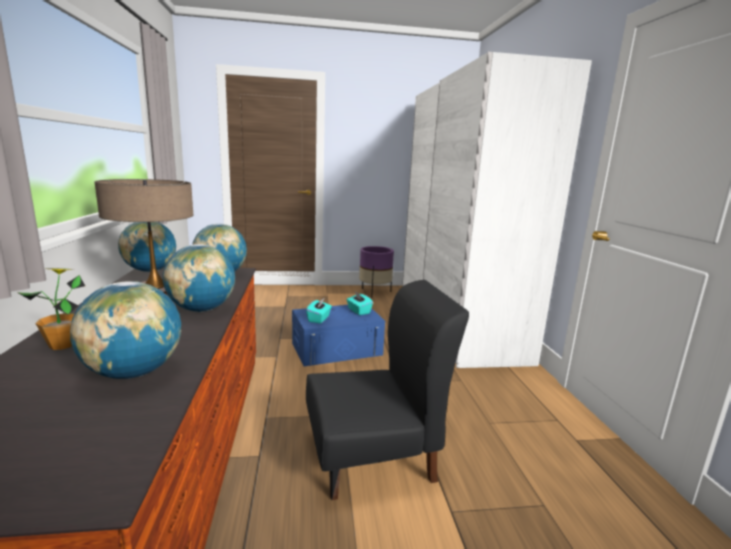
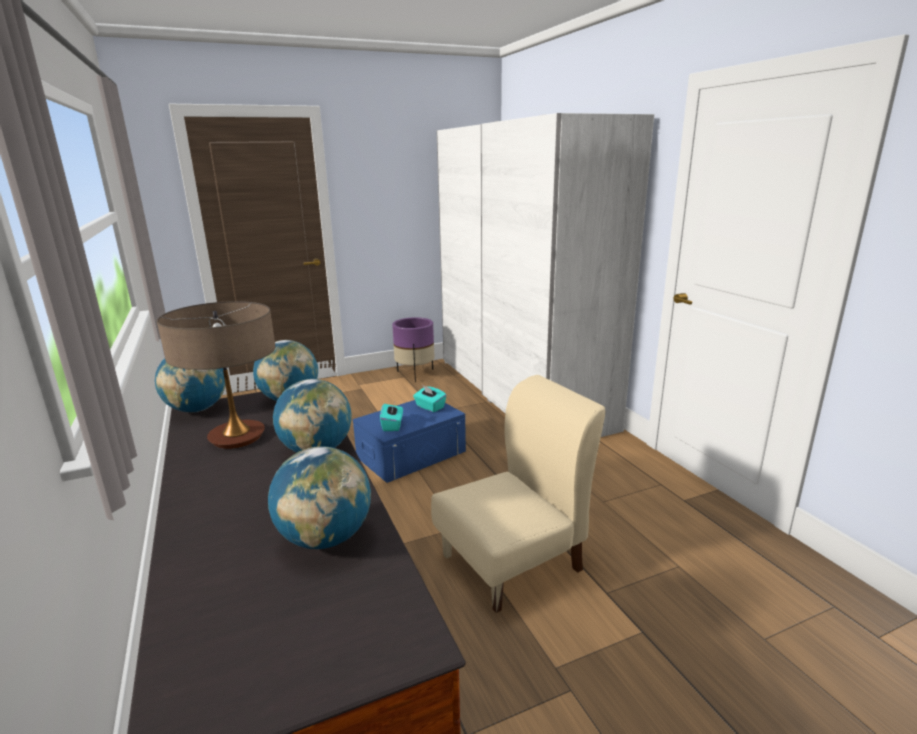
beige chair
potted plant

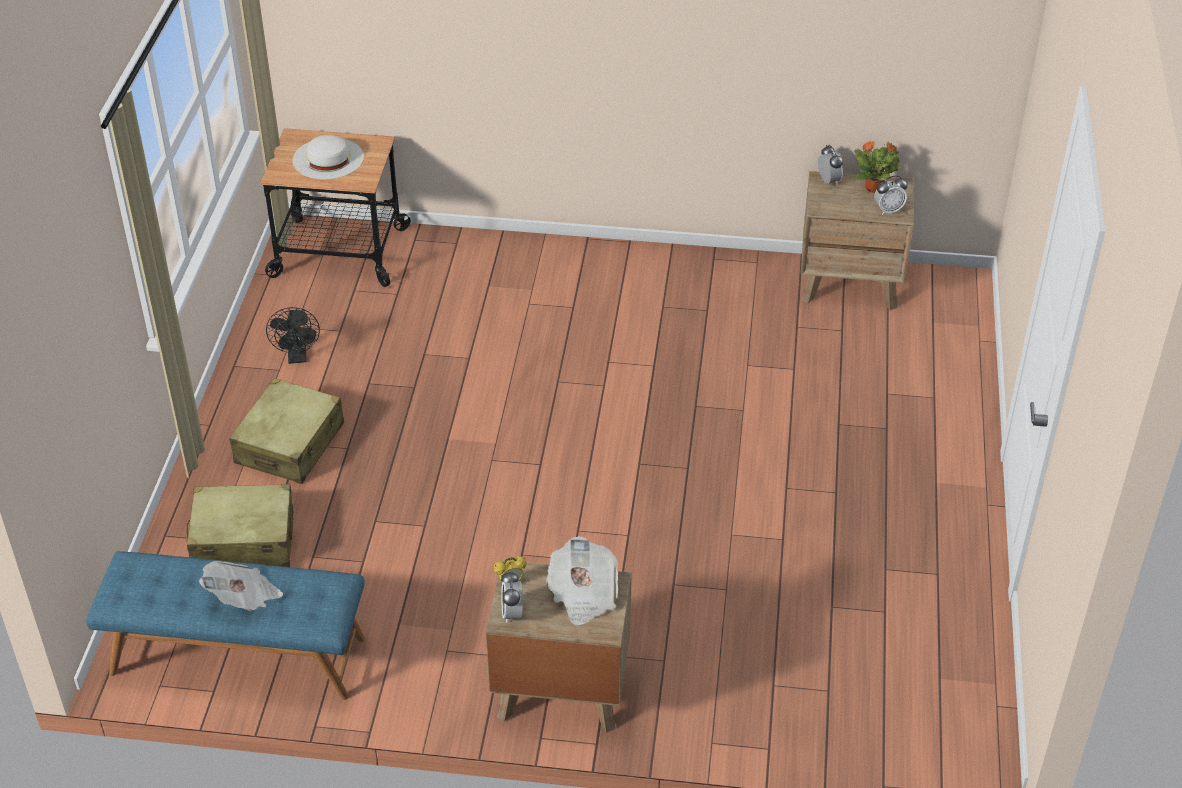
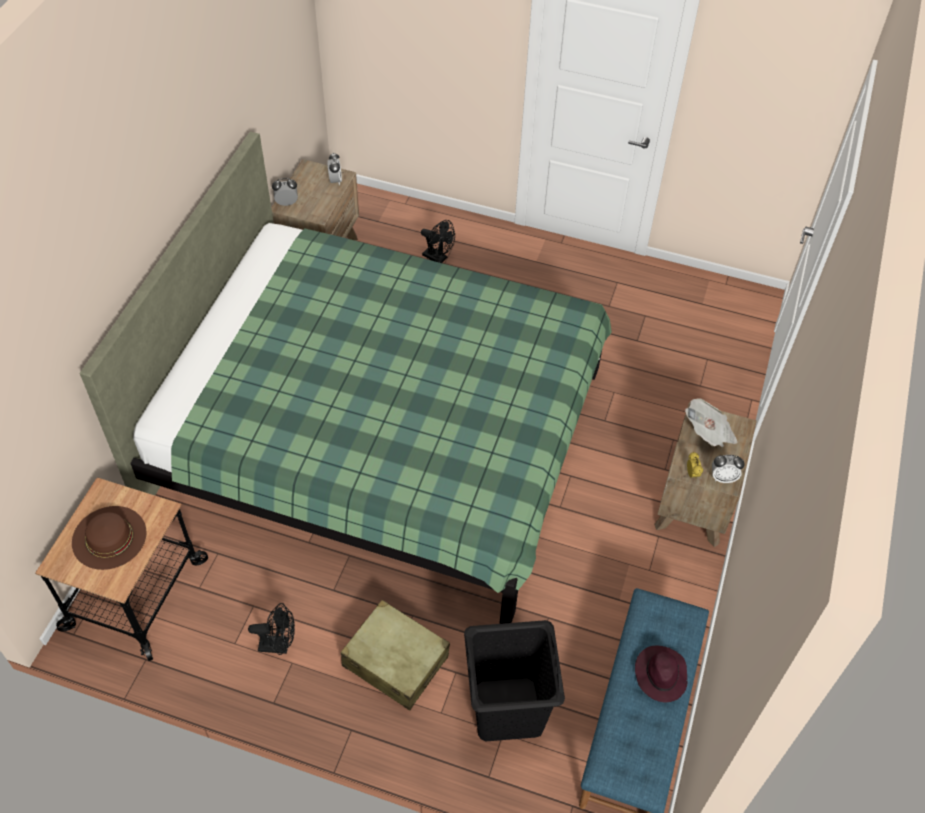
brown hat
green bed
black fan (no. 2 from left)
black laundry basket
purple hat
potted plant

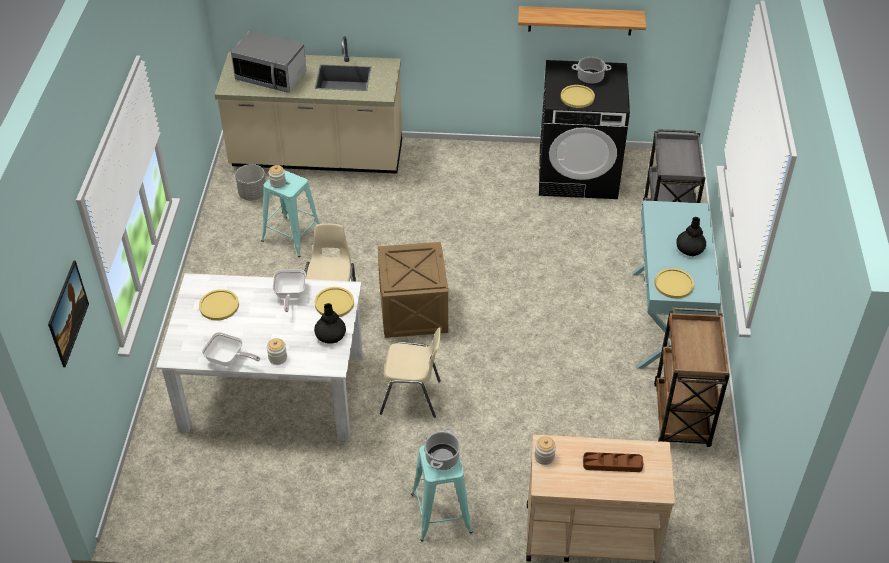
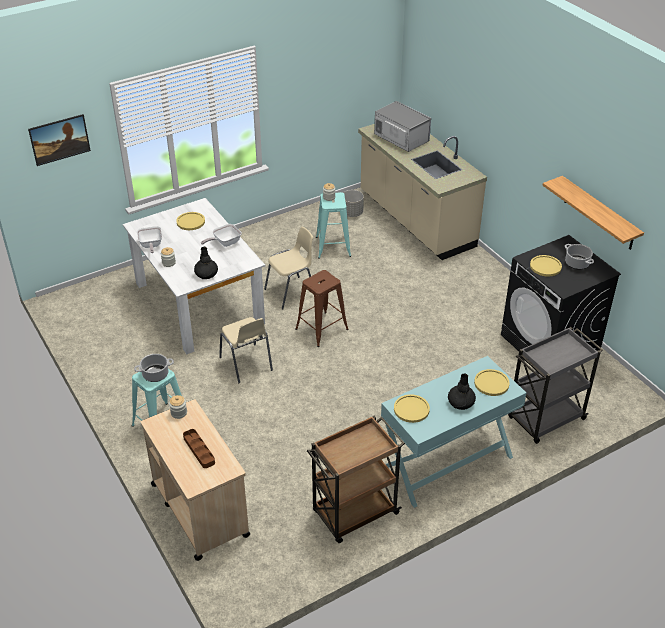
brown stool
microwave
yellow plate (no. 3 from left)

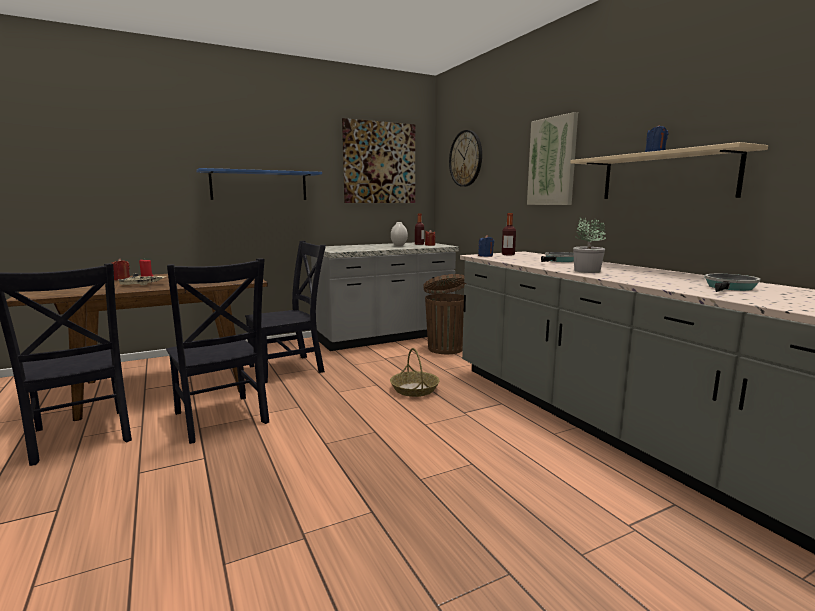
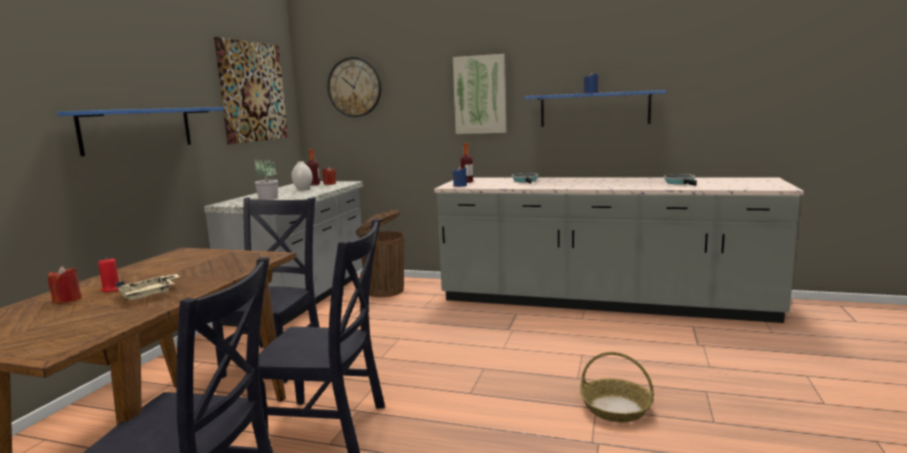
potted plant
blue shelf (no. 2 from left)
basket

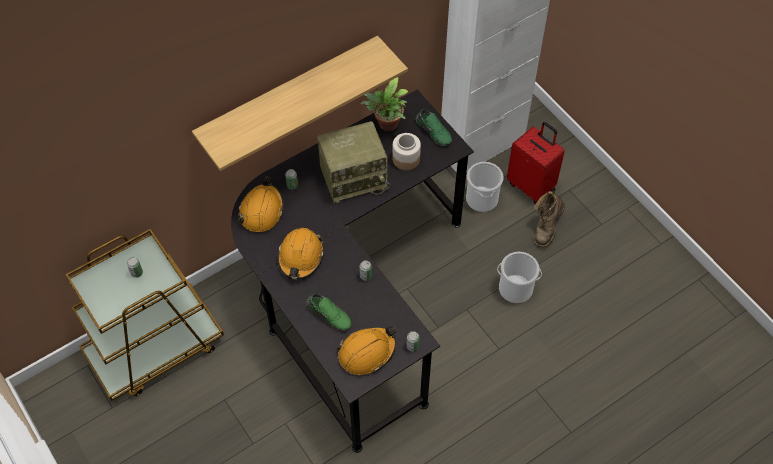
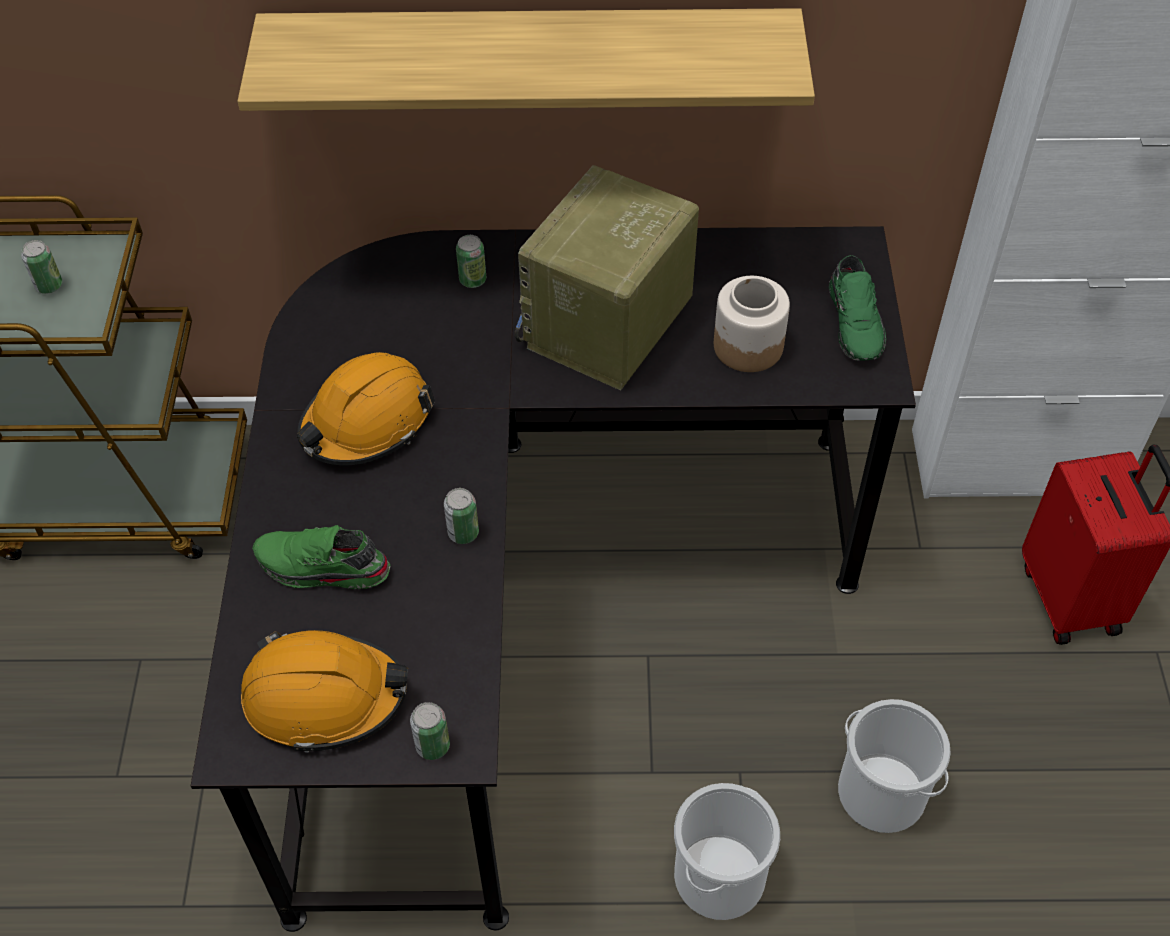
green shoe (no. 1 from left)
radio
bucket (no. 1 from left)
orange hard hat (no. 1 from left in the first image)
potted plant
brown boot

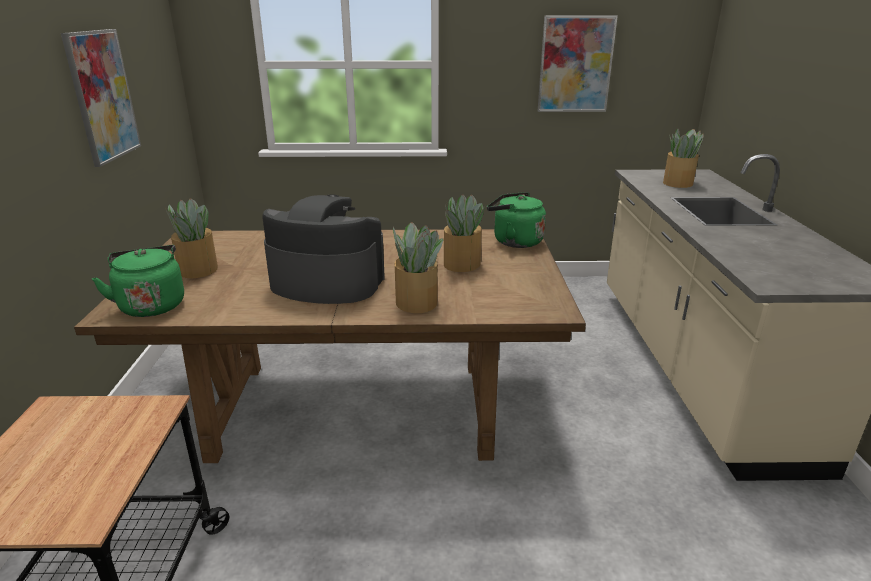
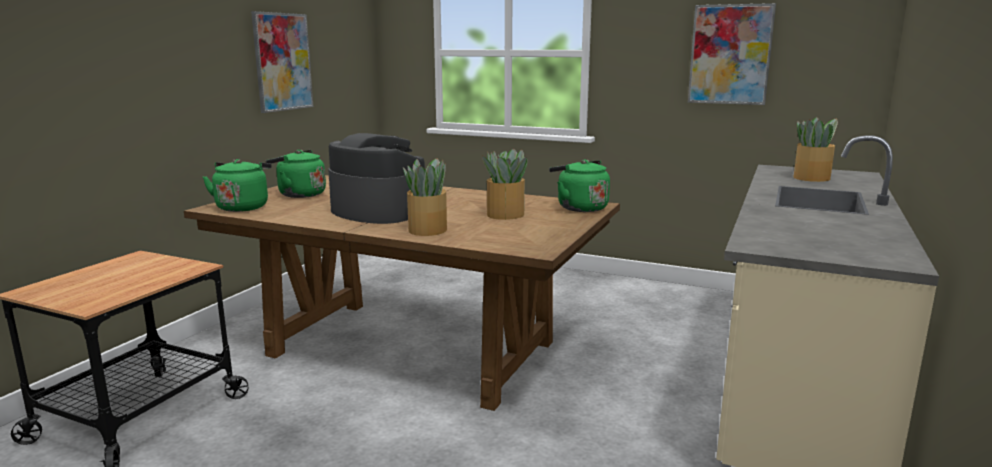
green kettle (no. 2 from left)

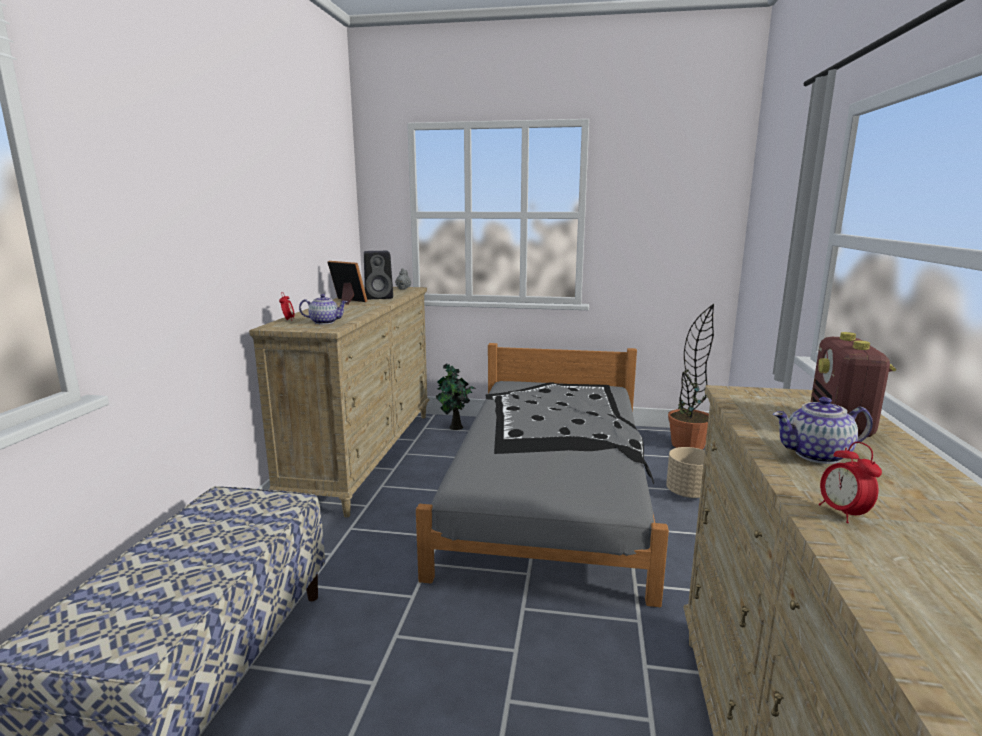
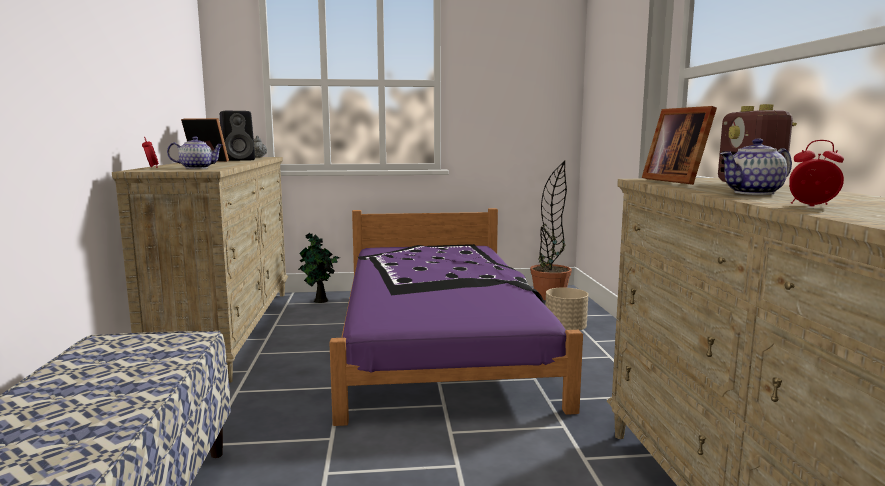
purple bed
picture frame (no. 2 from left)
alarm clock (no. 2 from left)

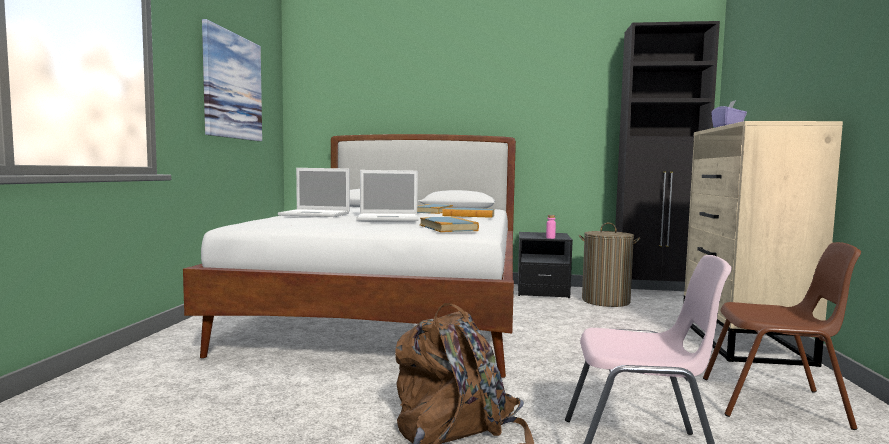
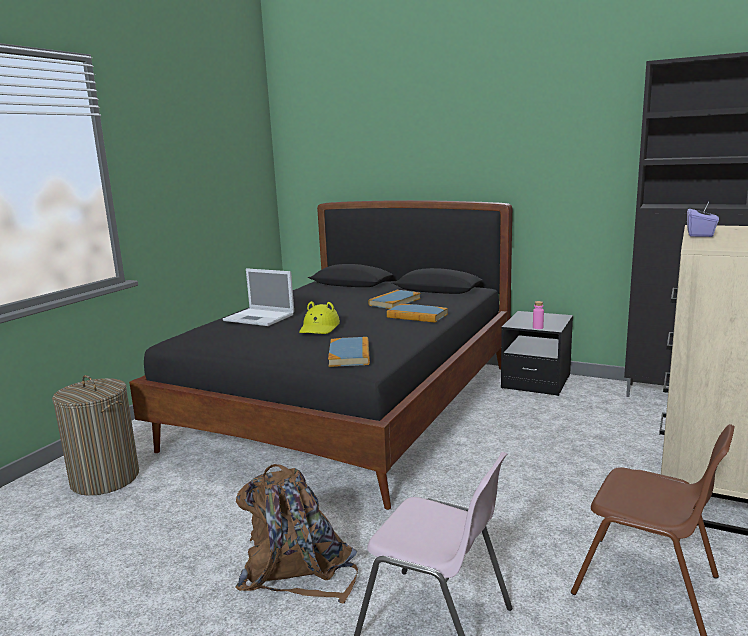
laundry basket
black bed
yellow hat
picture

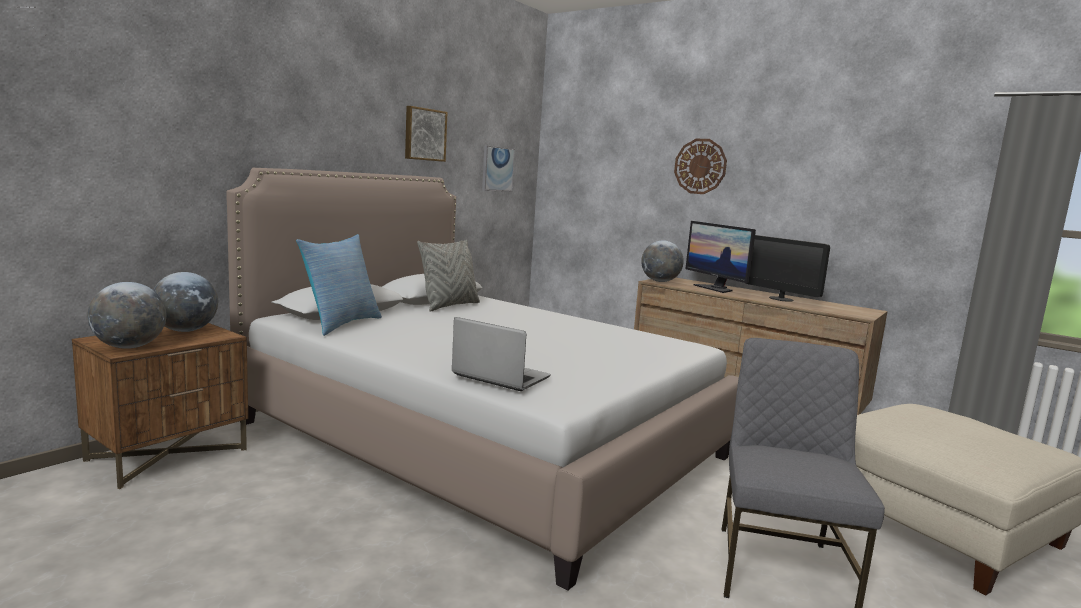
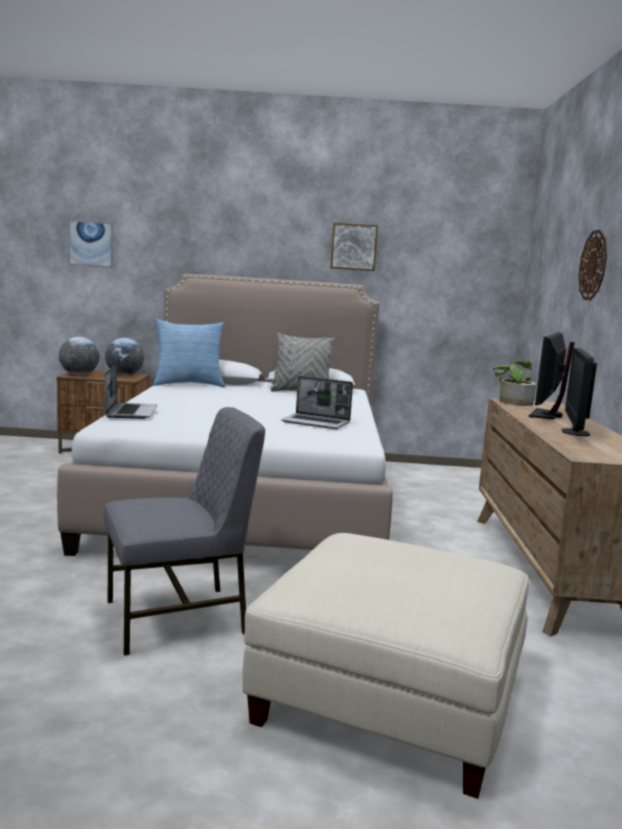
picture (no. 1 from left)
laptop (no. 2 from left)
potted plant

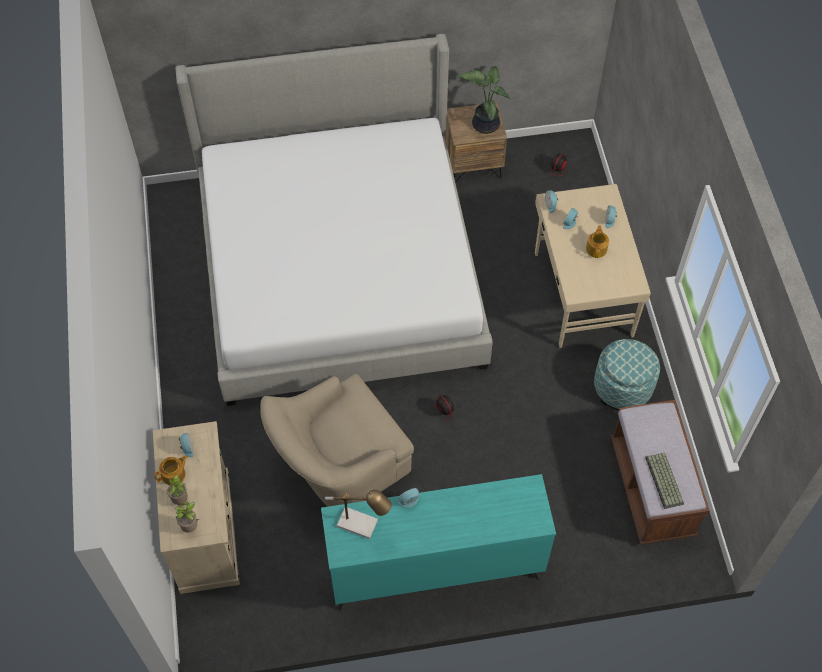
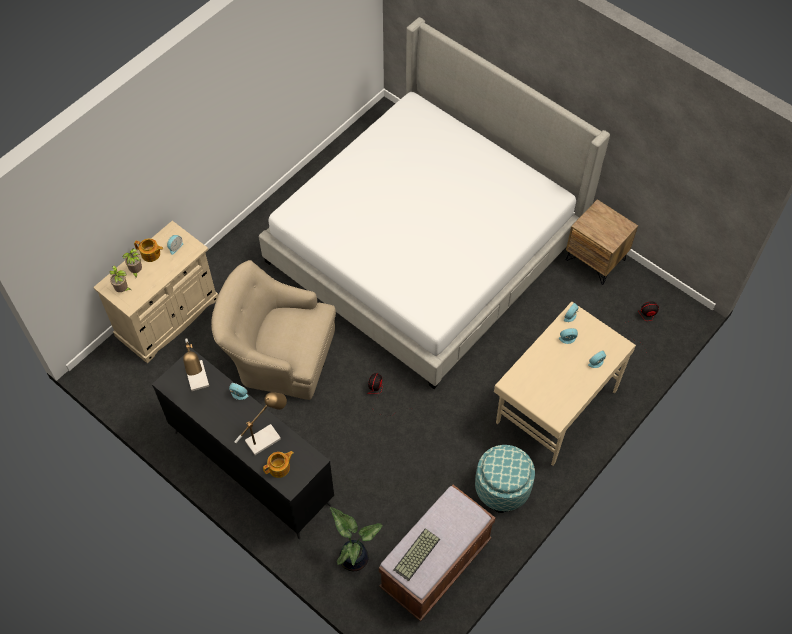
black dresser
table lamp (no. 2 from left)
teapot (no. 2 from left)
potted plant (no. 3 from left)

